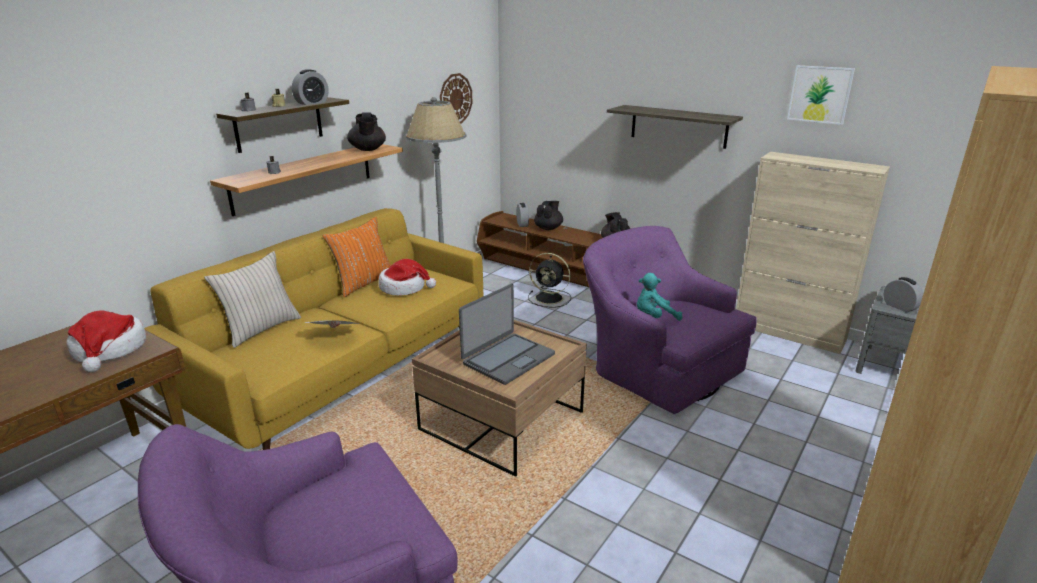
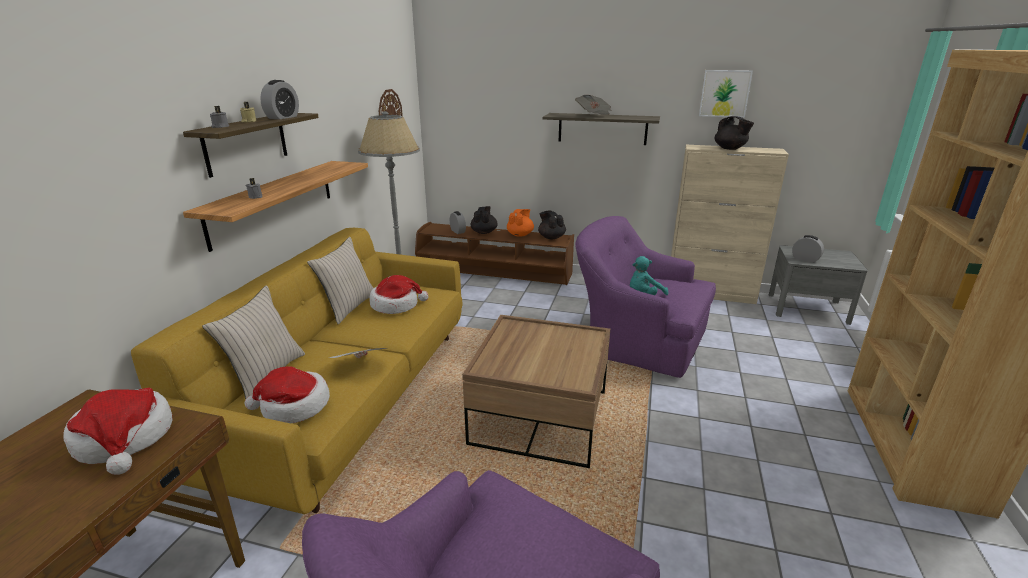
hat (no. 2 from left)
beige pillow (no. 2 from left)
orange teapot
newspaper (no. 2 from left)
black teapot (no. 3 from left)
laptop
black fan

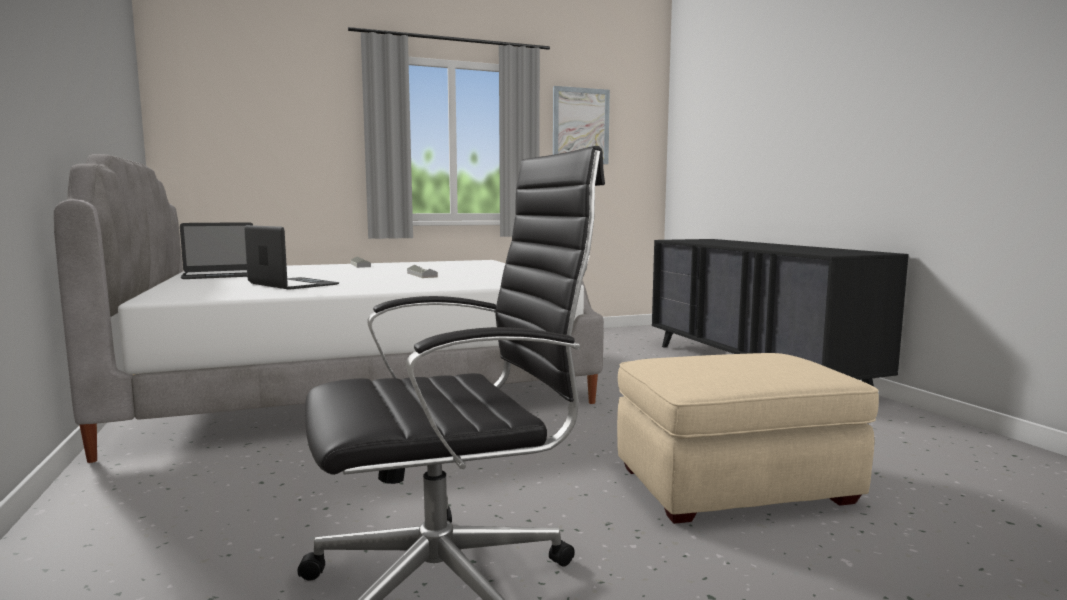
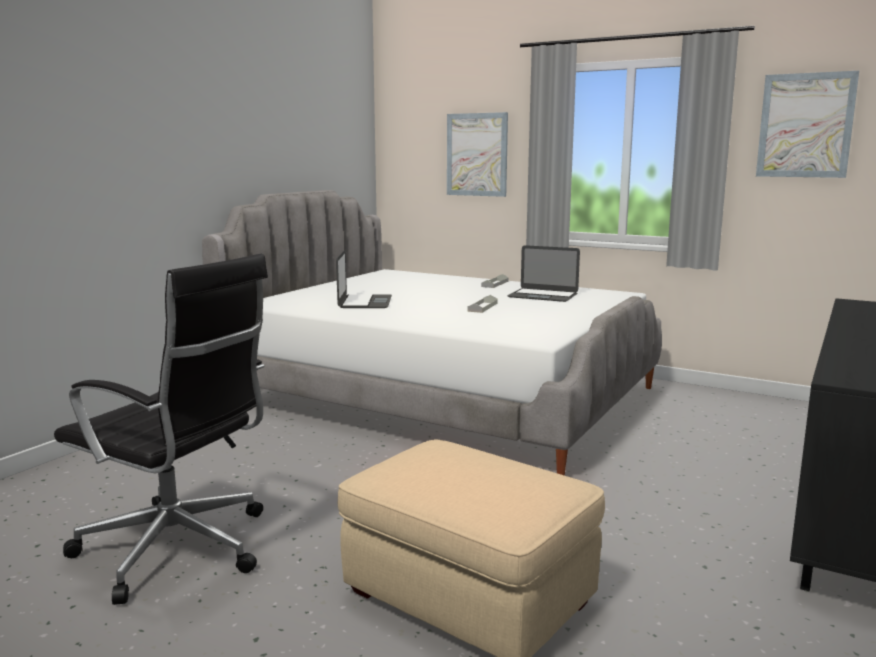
picture (no. 1 from left)
laptop (no. 2 from left)

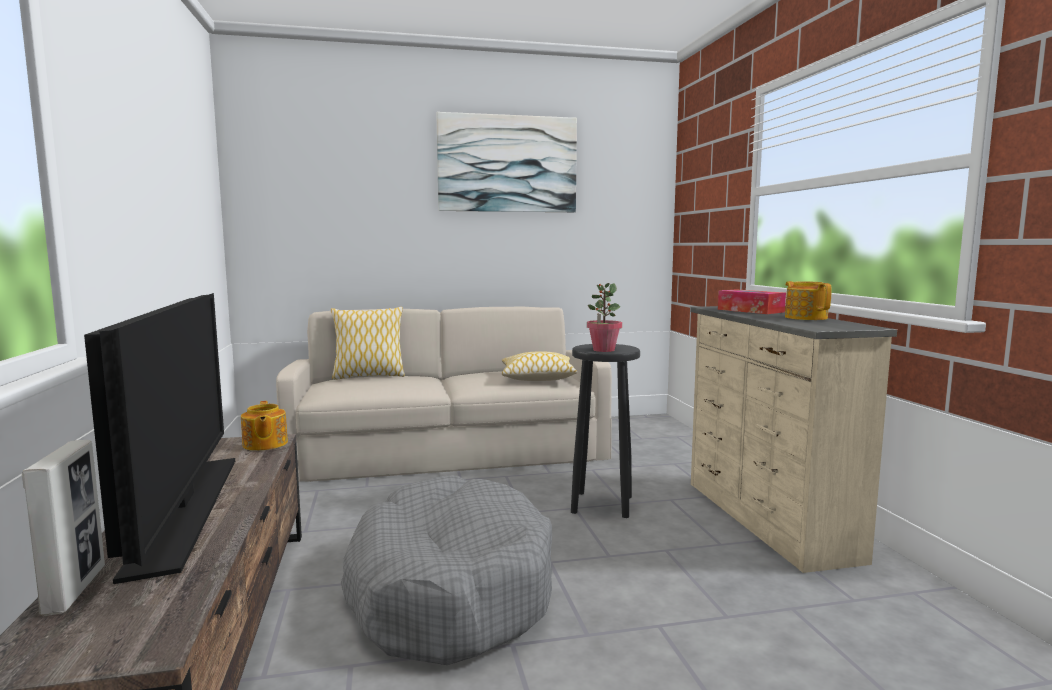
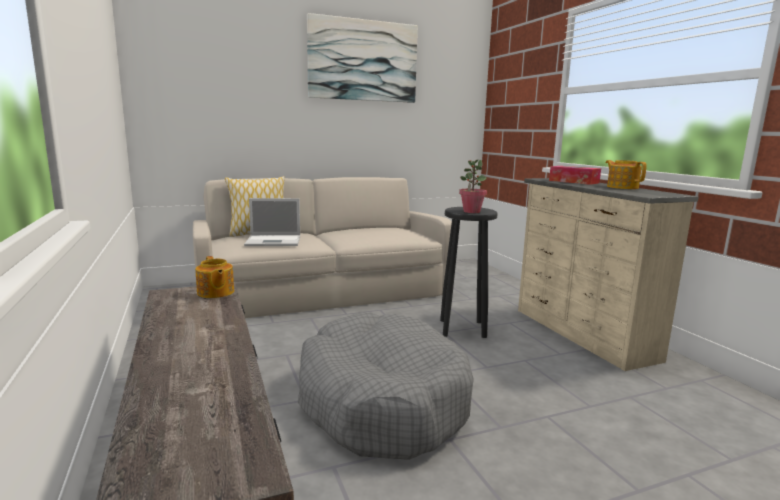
laptop
picture frame
television
pillow (no. 2 from left in the first image)

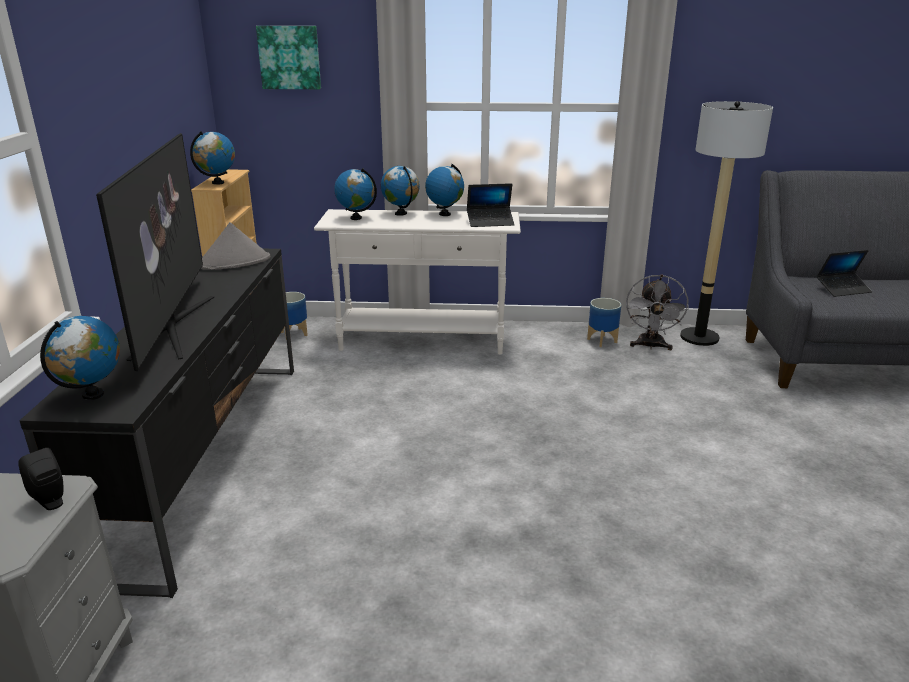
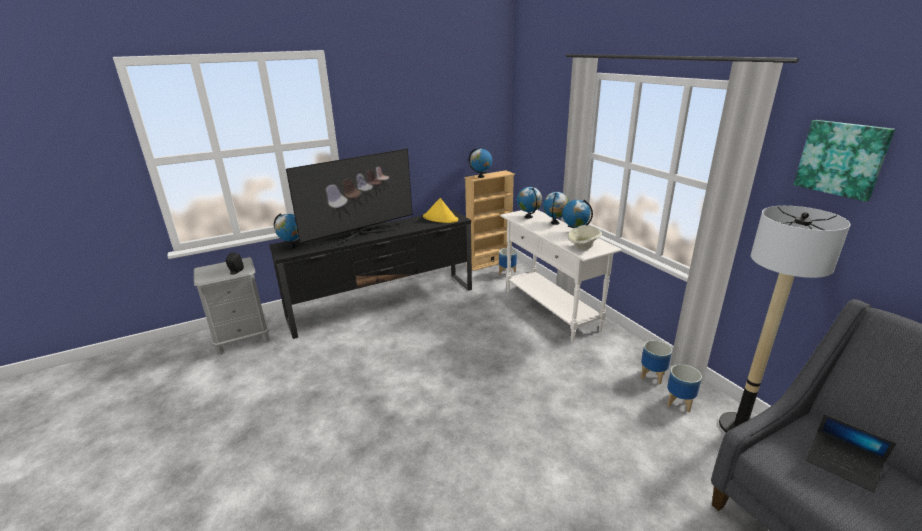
yellow hat
beige bowl
planter (no. 3 from left)
picture

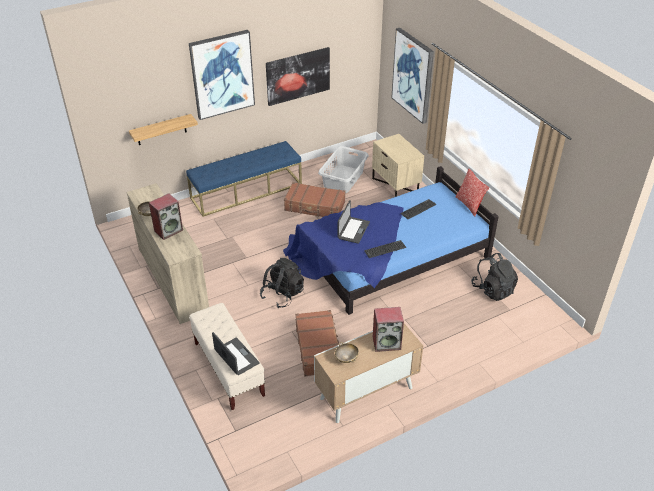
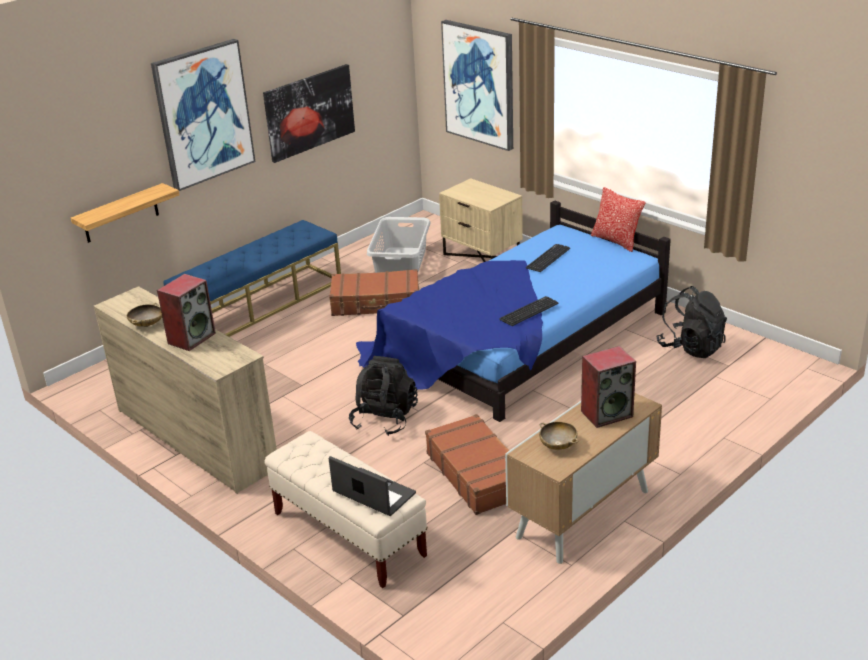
laptop (no. 2 from left in the first image)

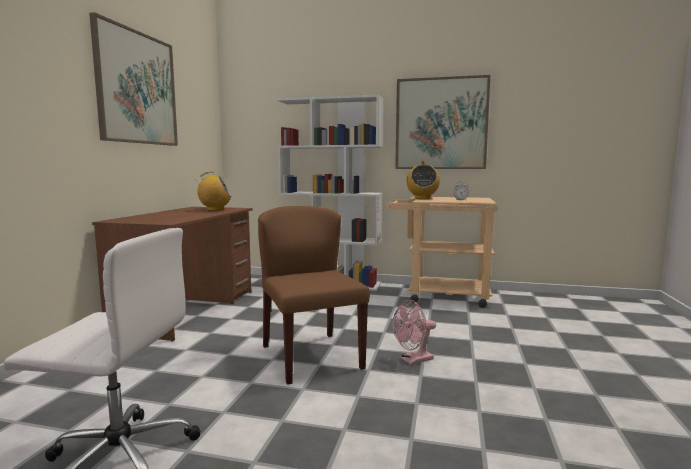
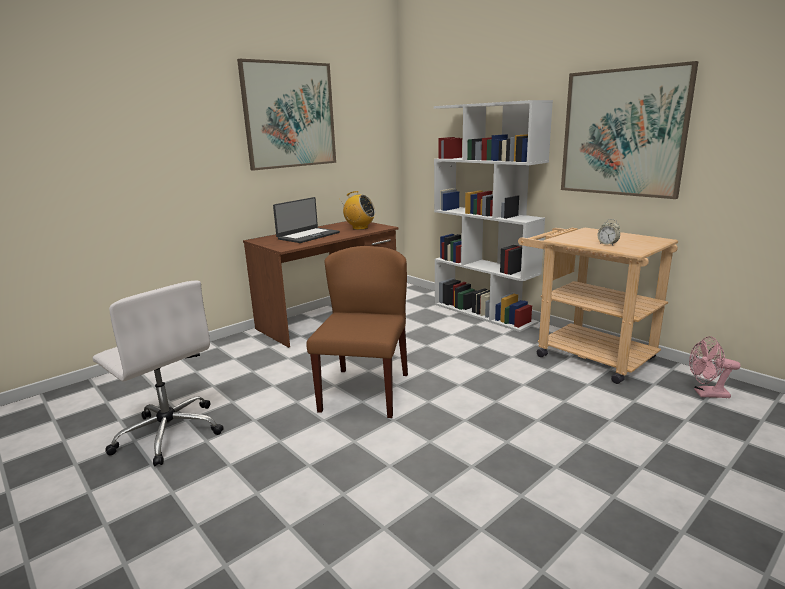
laptop
pink fan
radio (no. 2 from left in the first image)

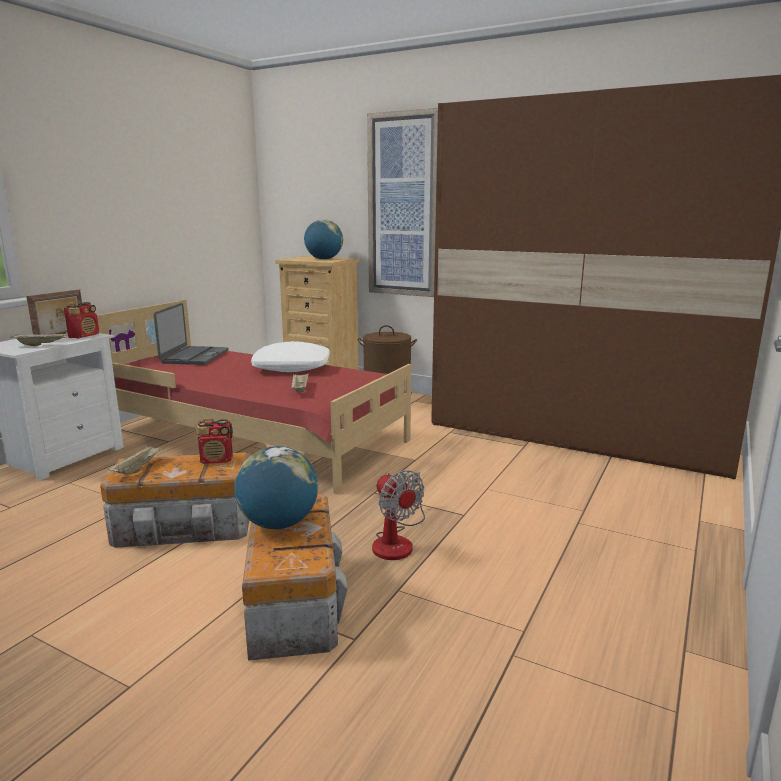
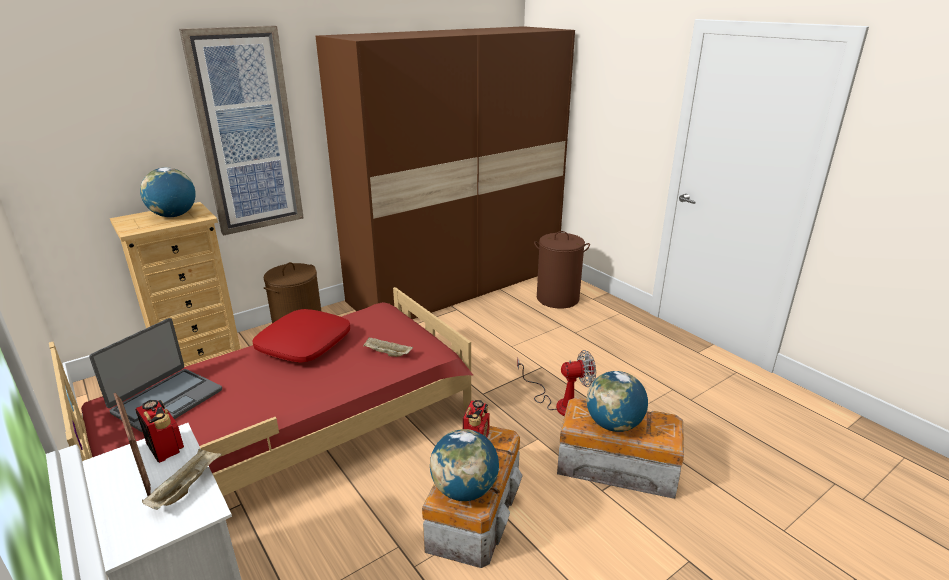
laptop
red pillow
globe (no. 2 from left)
brown laundry basket (no. 2 from left)

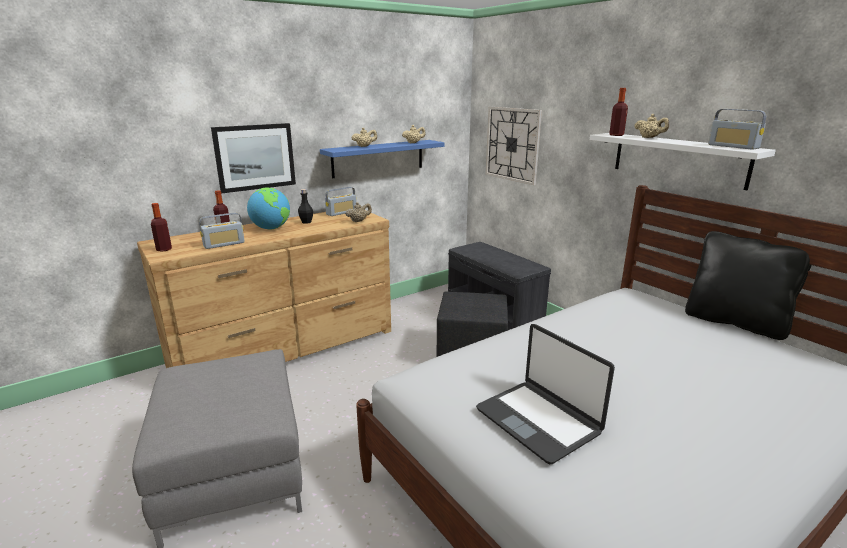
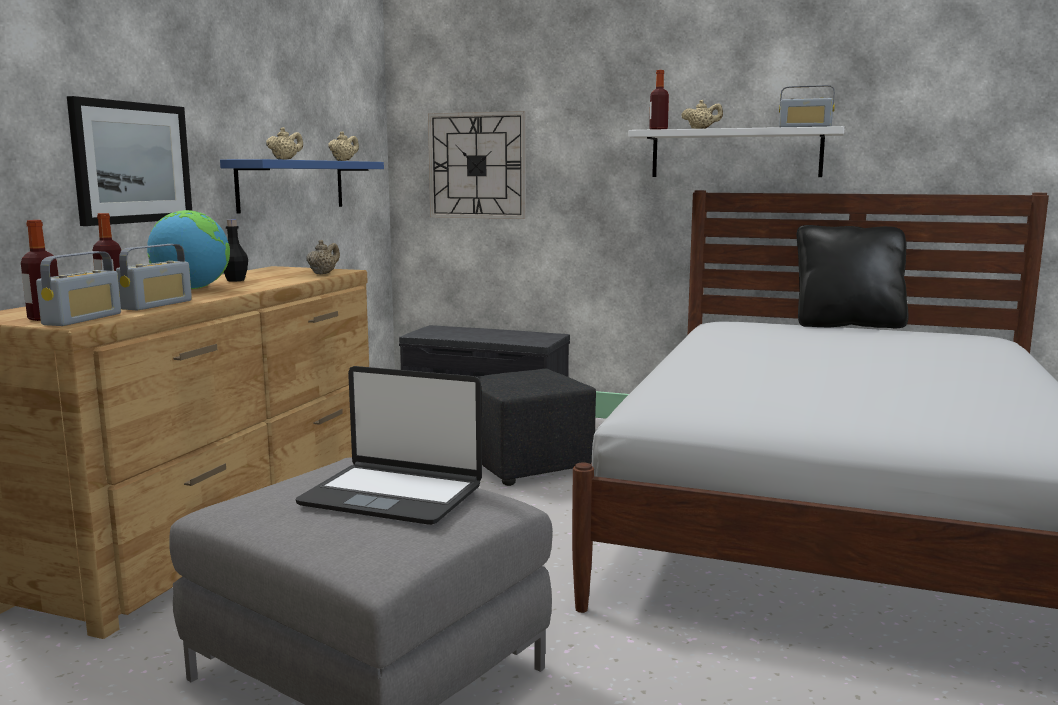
radio (no. 1 from left)
laptop

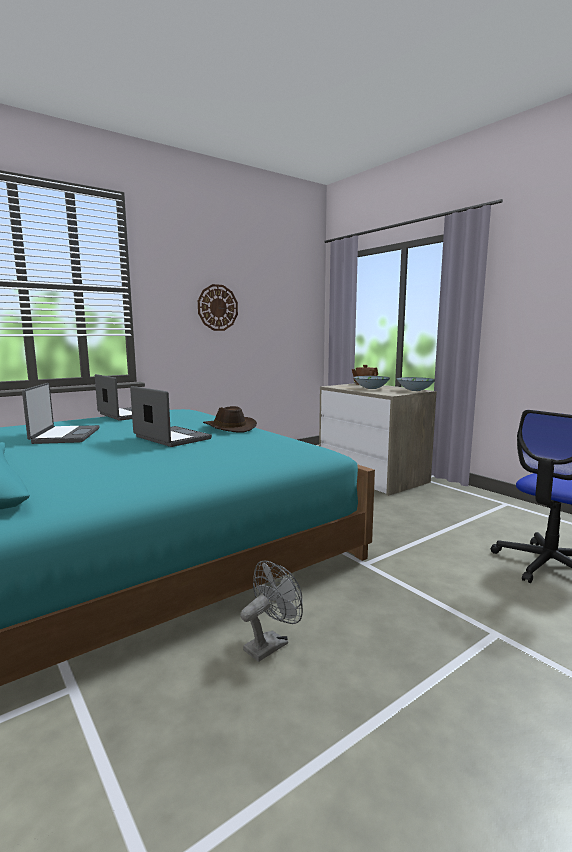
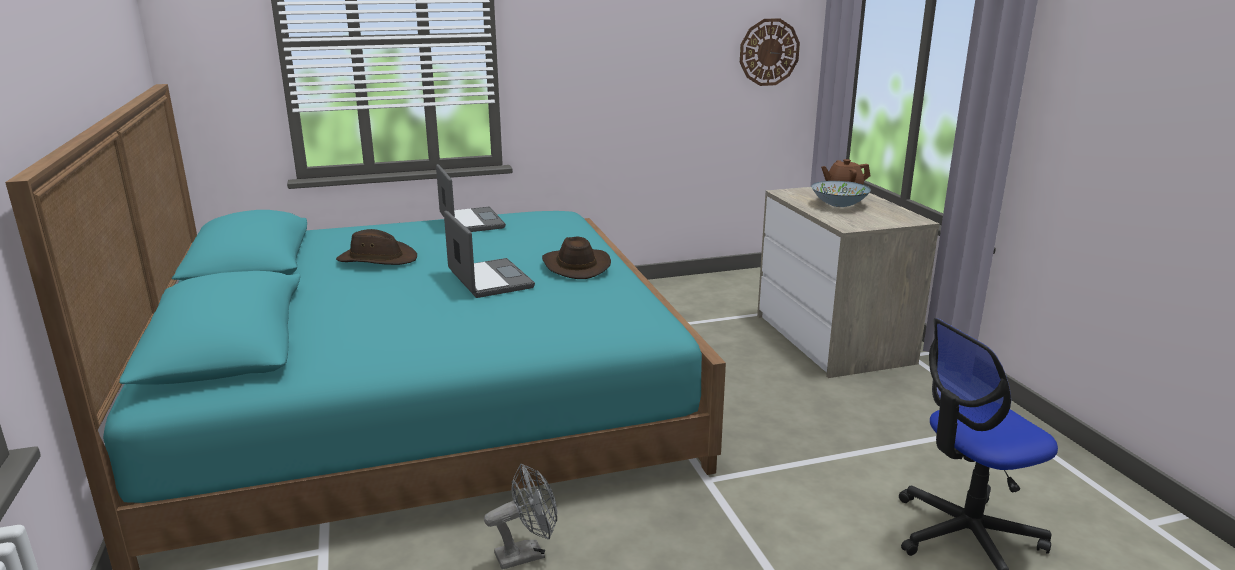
brown hat (no. 1 from left)
wall clock
bowl (no. 2 from left in the first image)

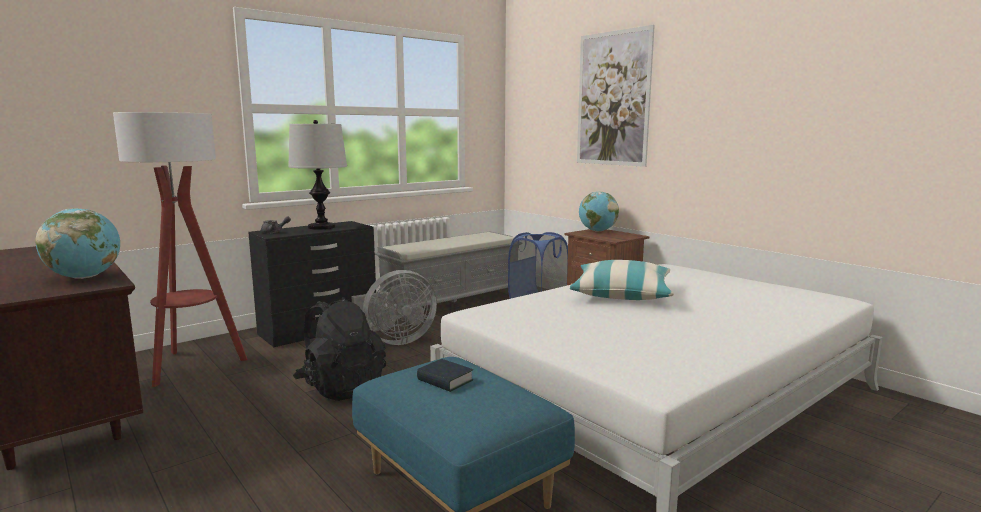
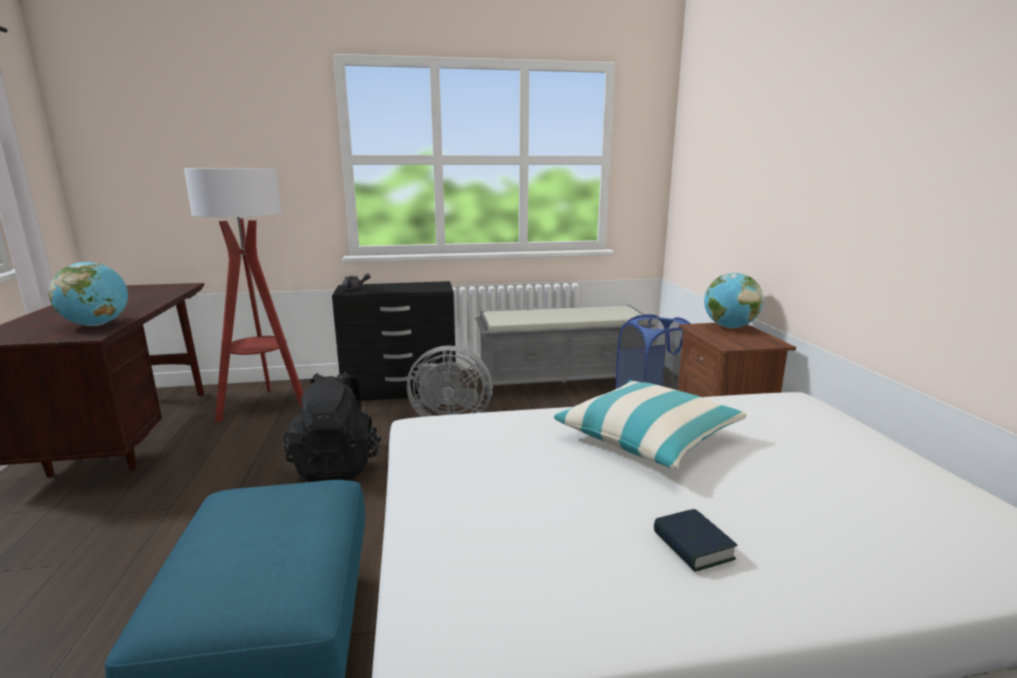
book
table lamp
picture

